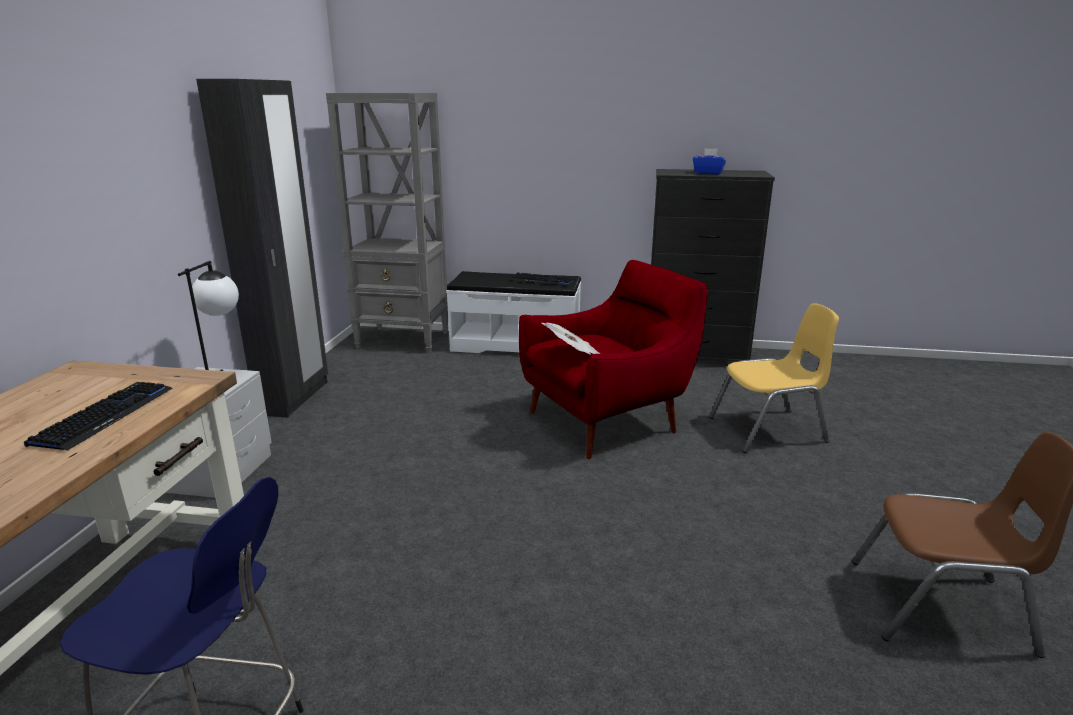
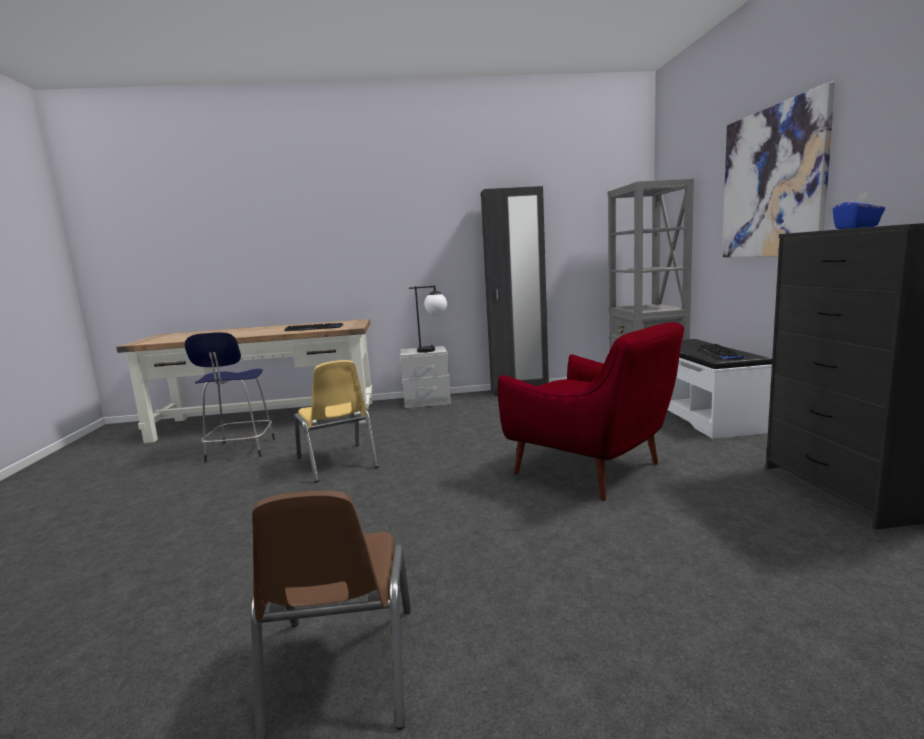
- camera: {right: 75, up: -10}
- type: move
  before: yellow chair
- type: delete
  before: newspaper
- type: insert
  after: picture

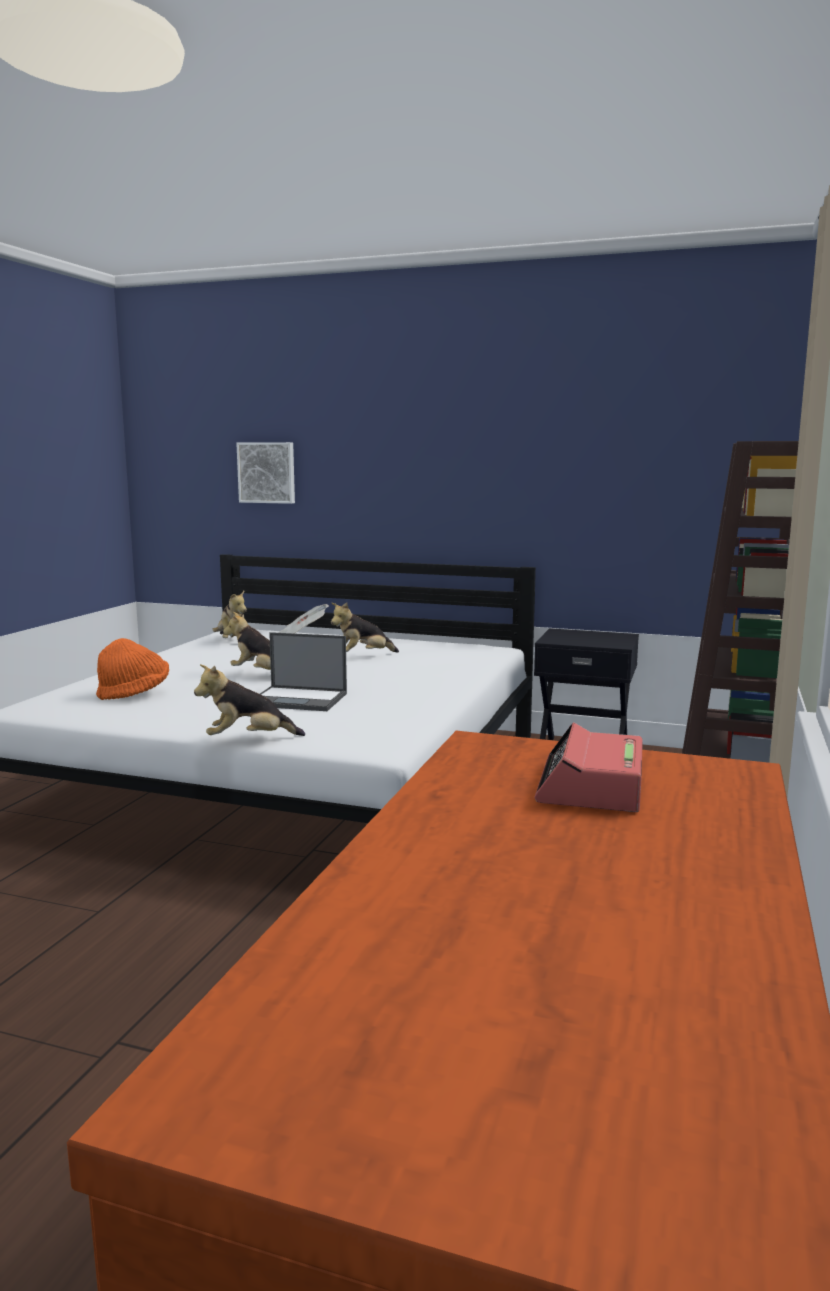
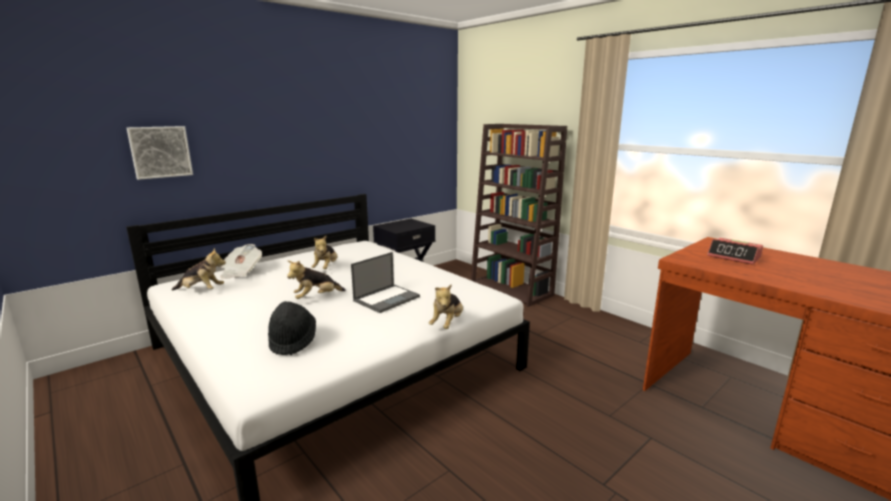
- camera: {right: -60, up: 5}
- type: recolor
  before: orange hat
  after: black hat

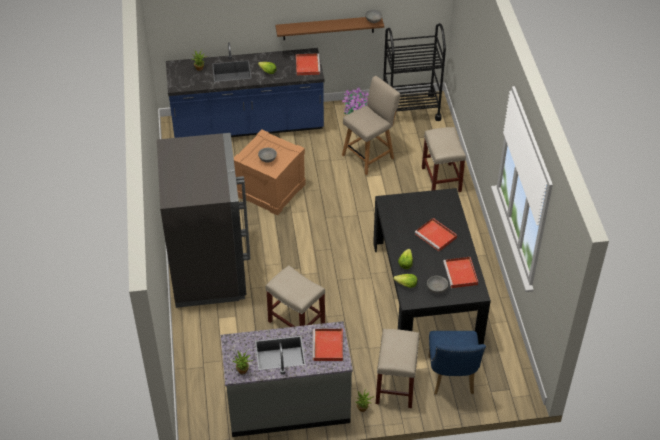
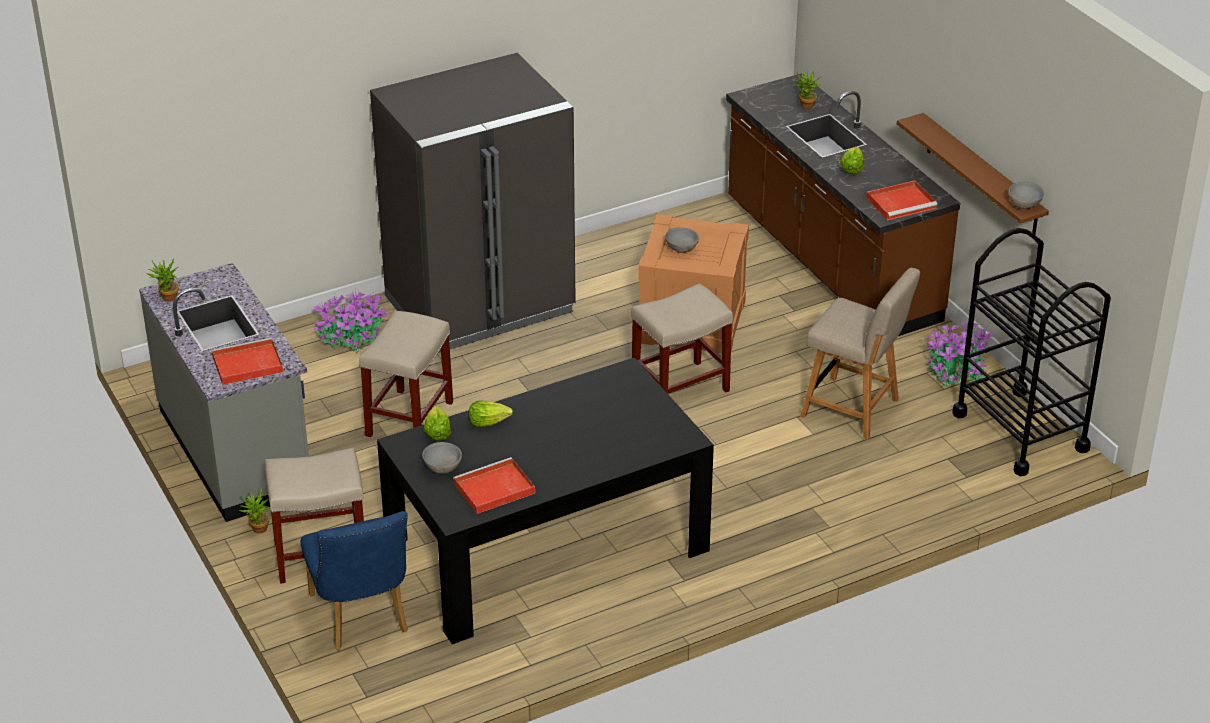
- camera: {right: 70, up: -10}
- type: recolor
  before: blue counter
  after: brown counter
- type: move
  before: beige stool (3rd from left)
- type: delete
  before: red tray (3rd from left)
- type: rotate
  before: blue chair
  turn: -90
- type: insert
  after: potted plant (3rd from left)

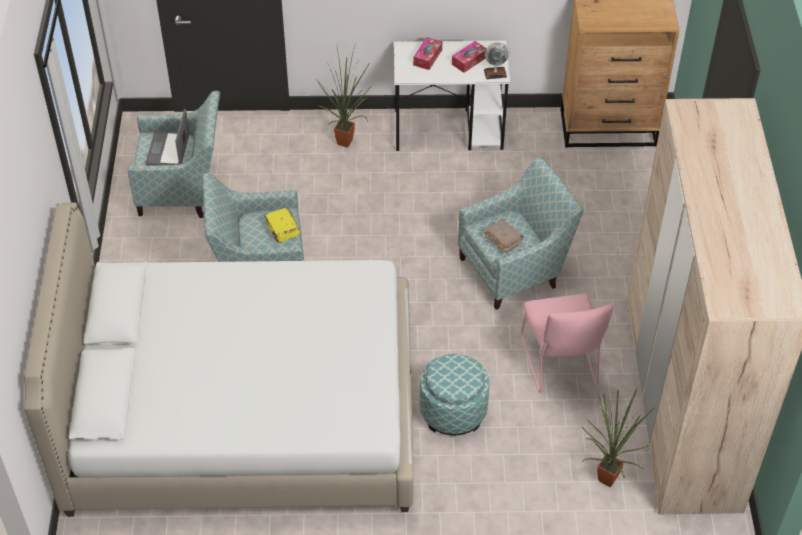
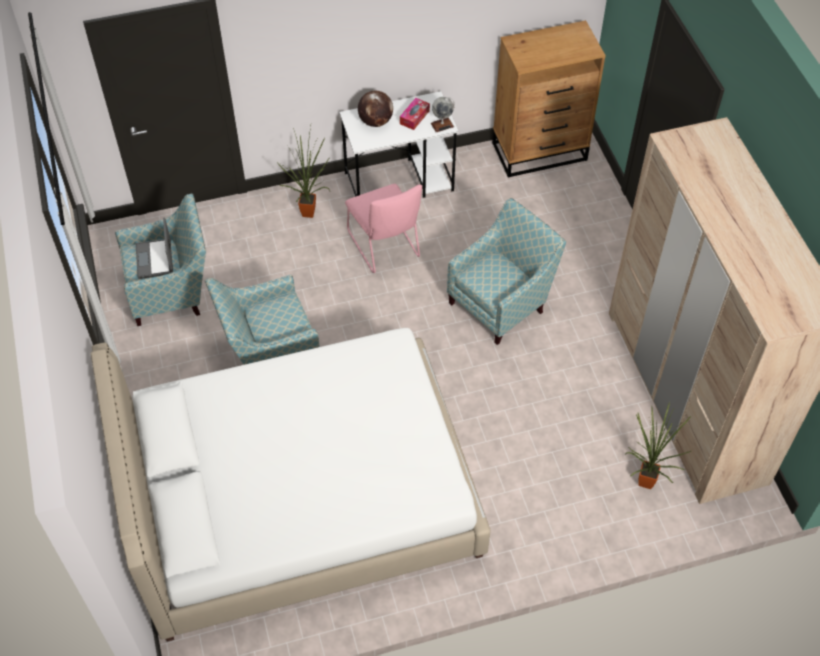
- camera: {right: -15, up: 5}
- type: replace
  before: tissue box (1st from left)
  after: globe (1st from left)
- type: delete
  before: yellow book
- type: delete
  before: brown book
- type: move
  before: pink chair
- type: delete
  before: ottoman

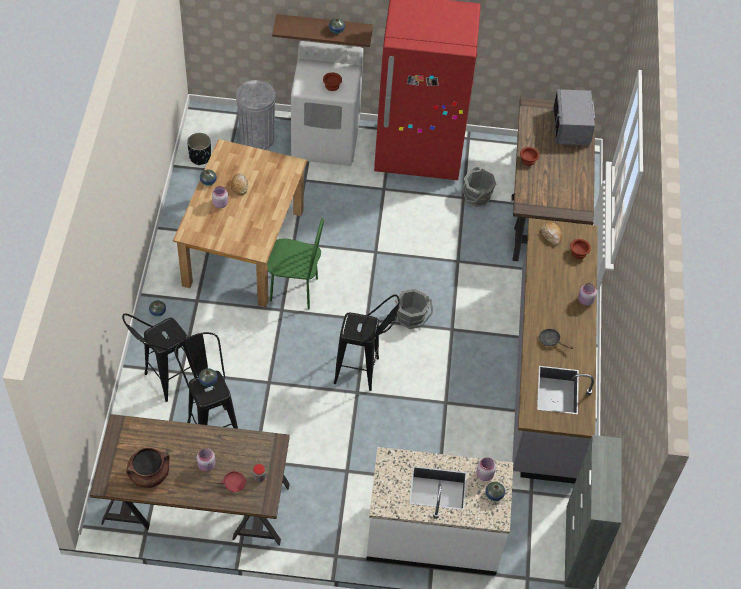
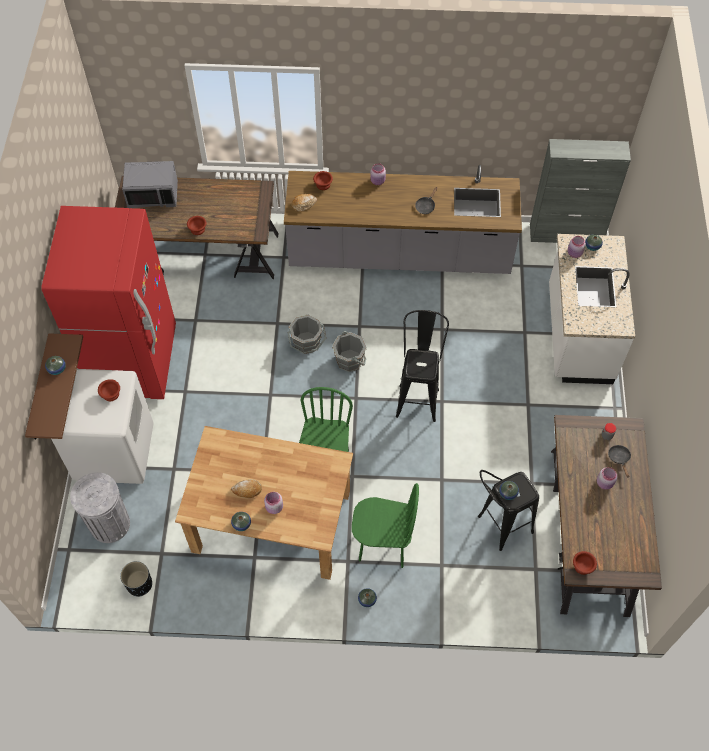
- camera: {right: -90, up: 5}
- type: move
  before: grey bucket (2nd from left in the first image)
  after: grey bucket (1st from left)
- type: delete
  before: black stool (1st from left)
- type: delete
  before: brown cooking pot
- type: recolor
  before: red frying pan
  after: black frying pan (2nd from left)
- type: insert
  after: green chair (2nd from left)
- type: insert
  after: brown bowl (4th from left)

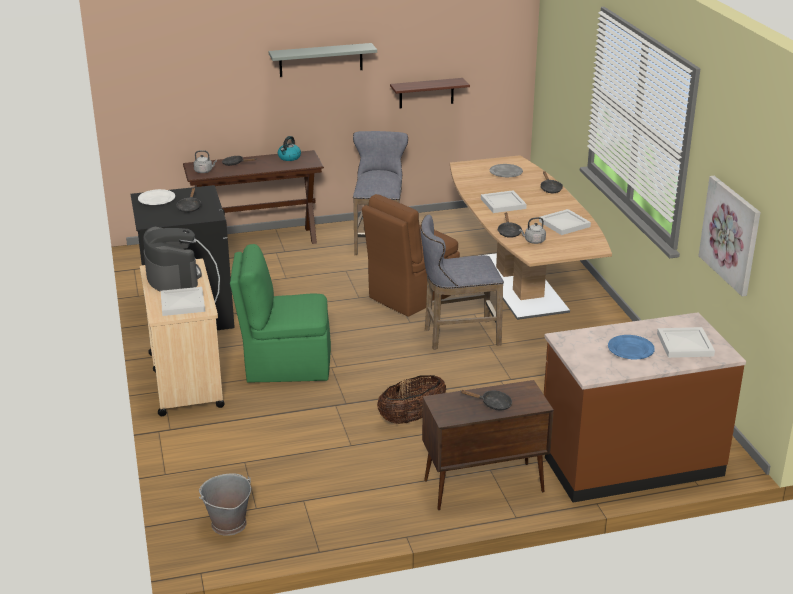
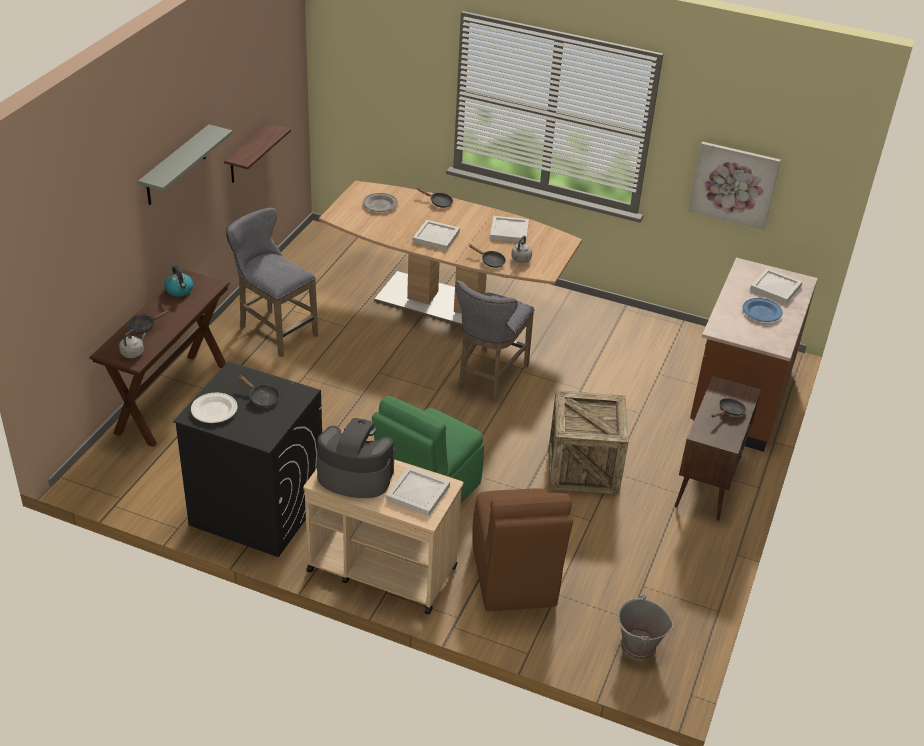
- camera: {right: -55, up: 10}
- type: move
  before: brown chair
- type: replace
  before: basket
  after: crate

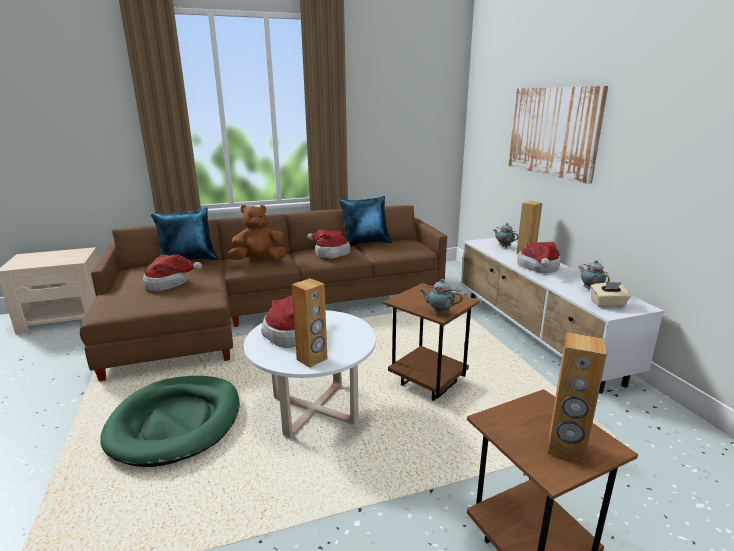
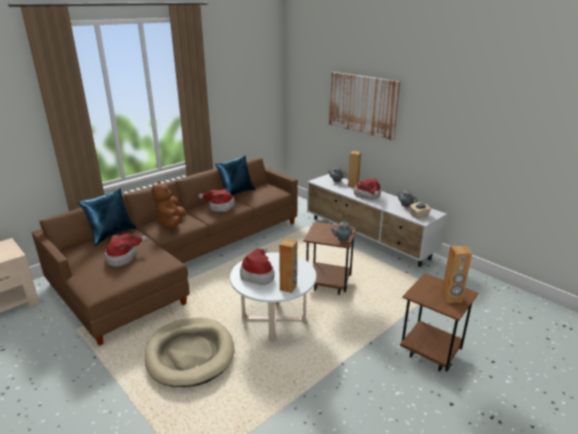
- camera: {right: -25, up: 5}
- type: rotate
  before: brown plush toy
  turn: -45
- type: recolor
  before: green dog bed
  after: beige dog bed

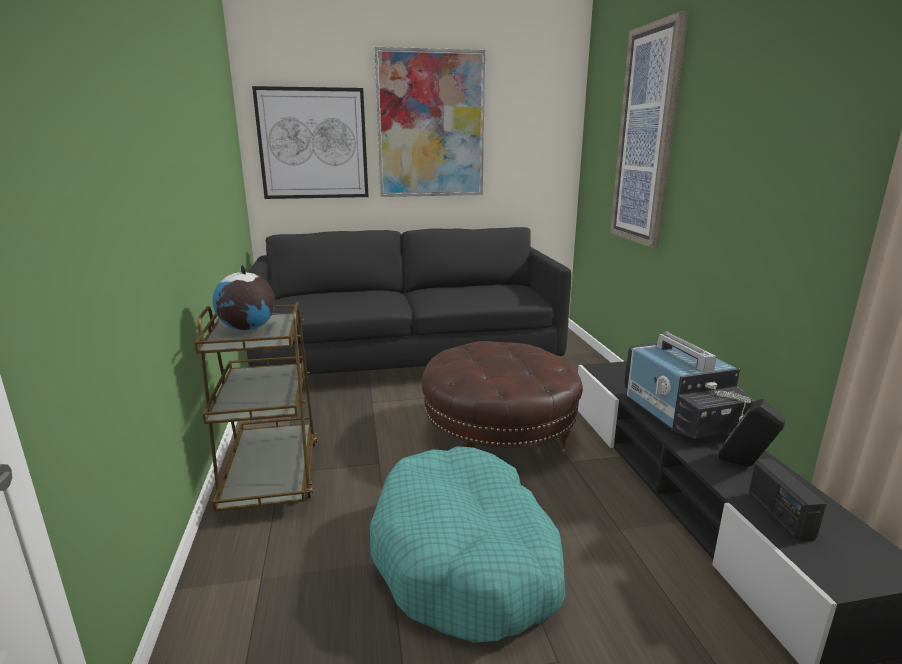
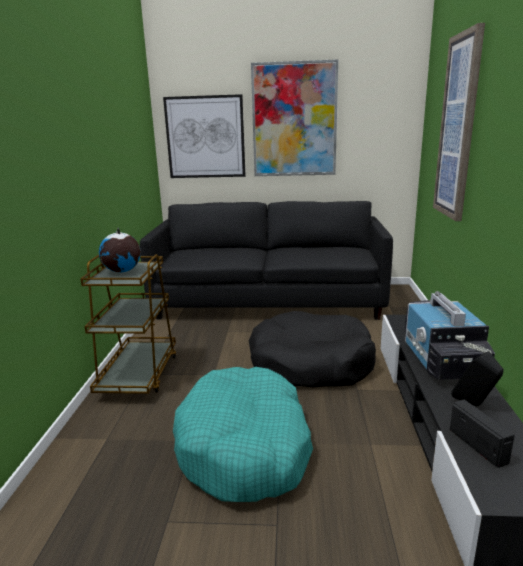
- camera: {right: 15, up: 0}
- type: replace
  before: brown ottoman
  after: black dog bed
- type: rotate
  before: radio
  turn: 150

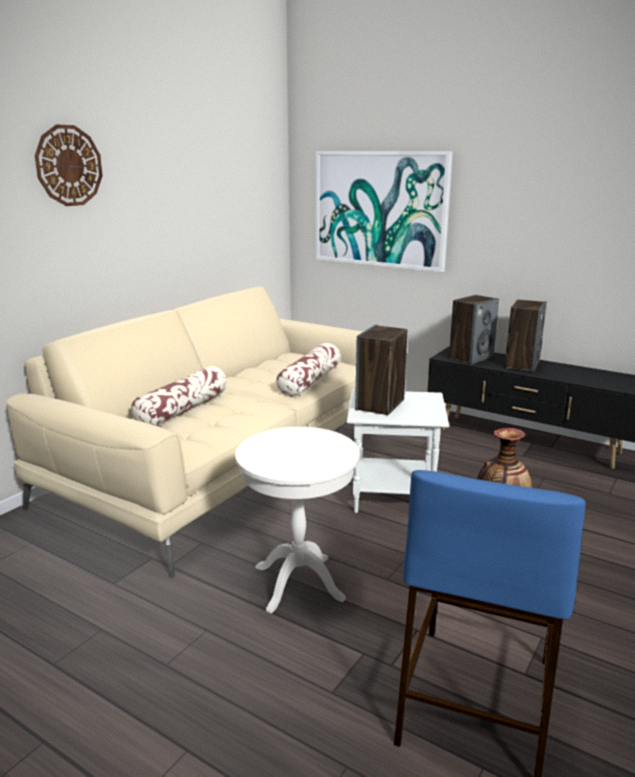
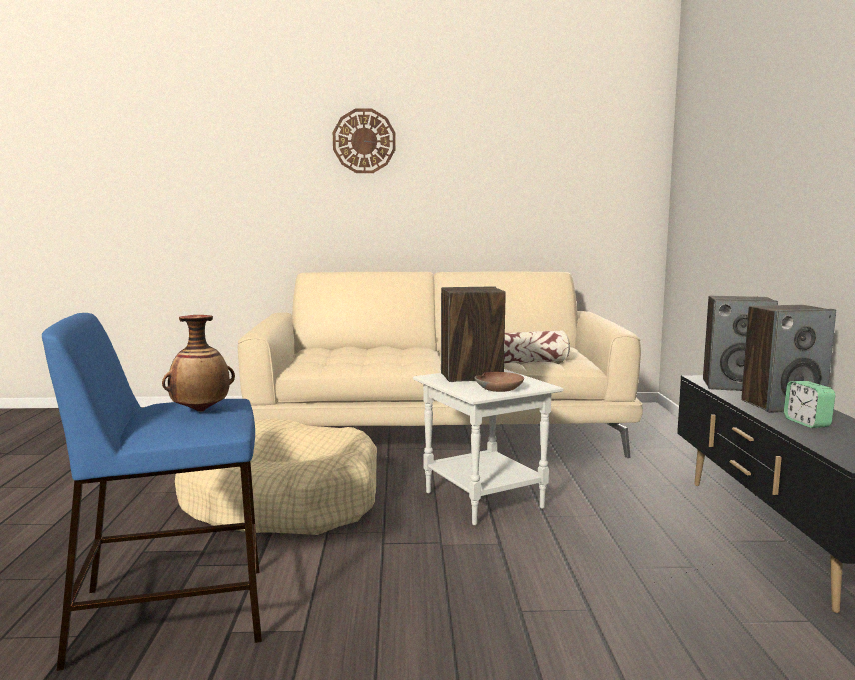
- camera: {right: 55, up: -10}
- type: delete
  before: picture
- type: delete
  before: pillow (1st from left)
- type: replace
  before: white side table (1st from left)
  after: beige dog bed
- type: insert
  after: brown bowl
- type: insert
  after: alarm clock

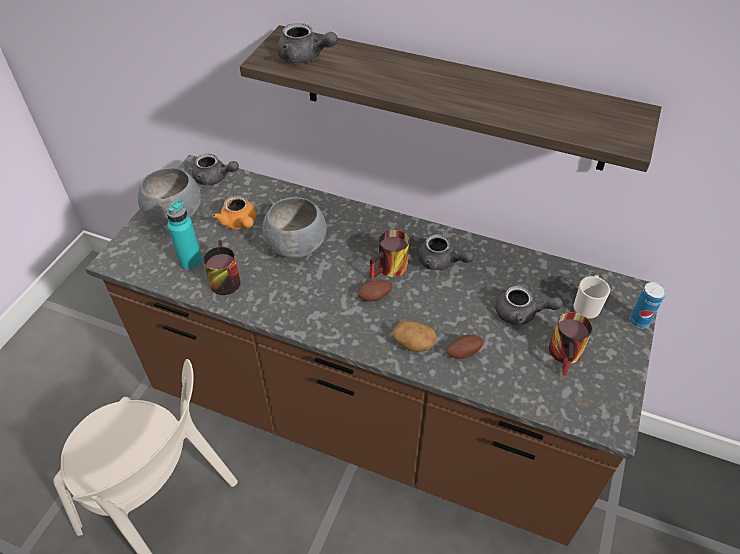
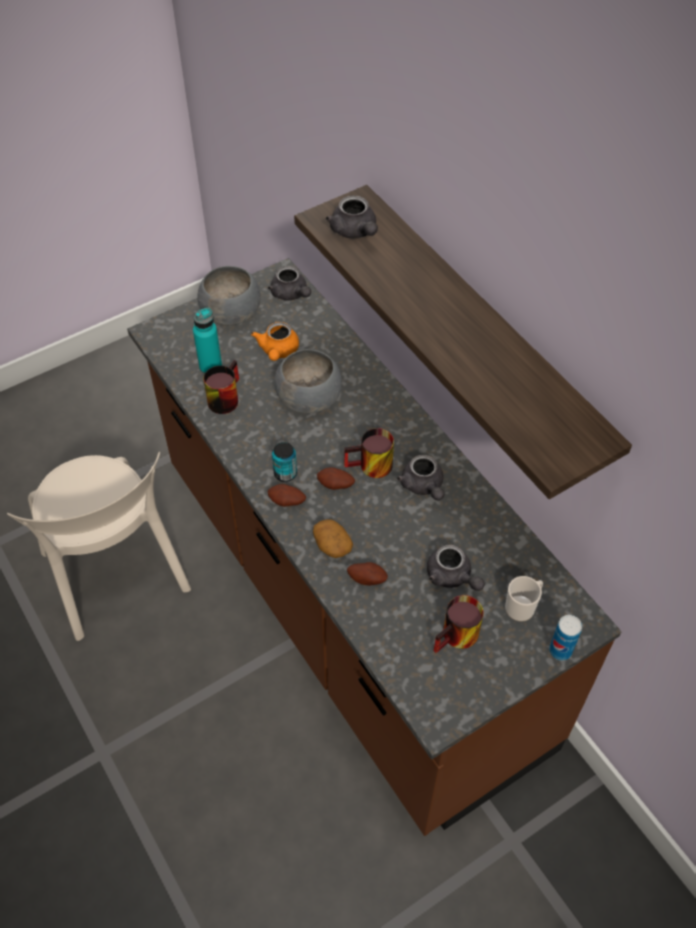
- camera: {right: 35, up: 5}
- type: insert
  after: can (1st from left)
- type: insert
  after: potato (1st from left)

